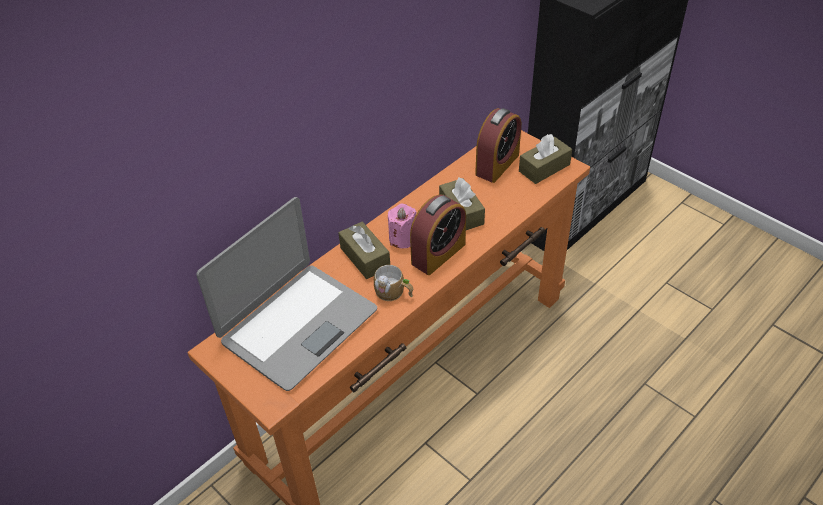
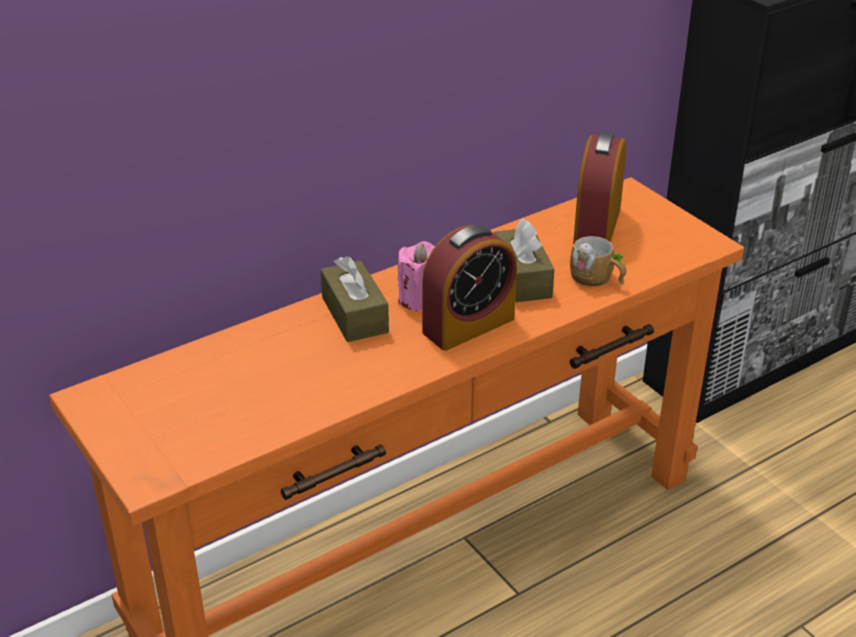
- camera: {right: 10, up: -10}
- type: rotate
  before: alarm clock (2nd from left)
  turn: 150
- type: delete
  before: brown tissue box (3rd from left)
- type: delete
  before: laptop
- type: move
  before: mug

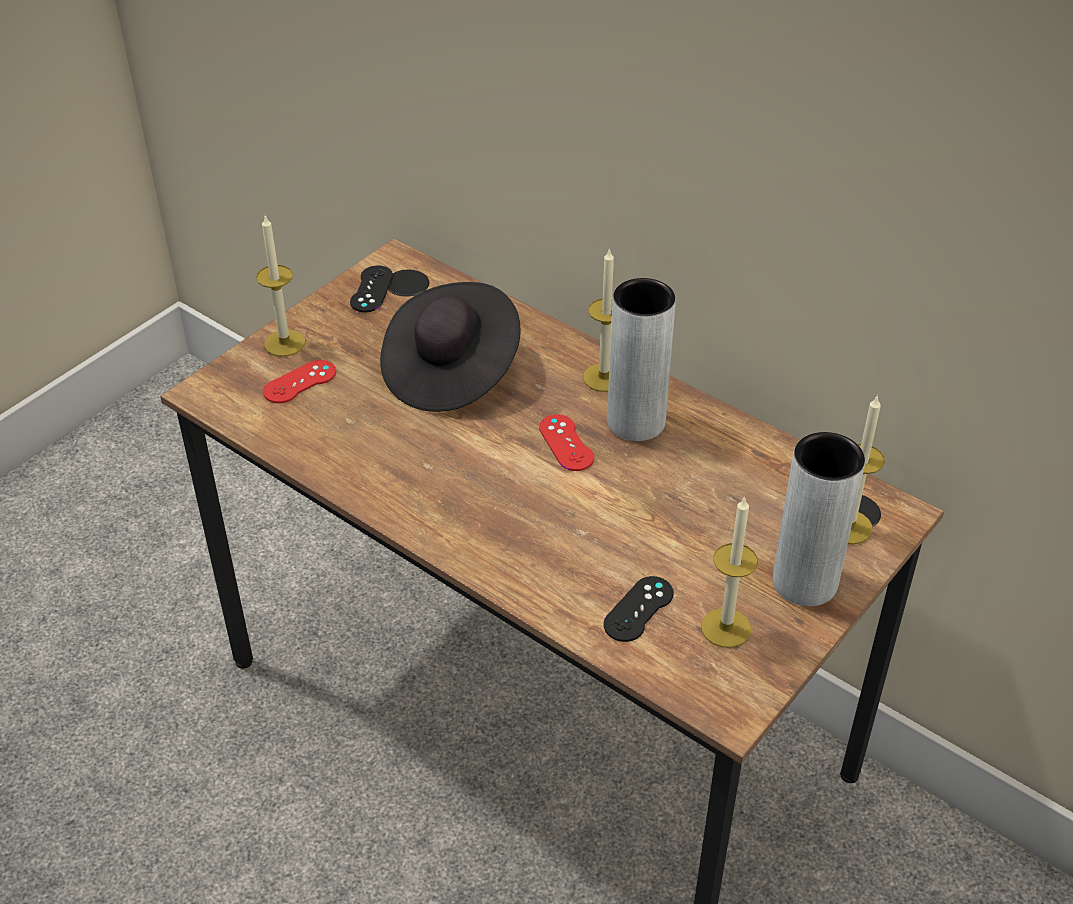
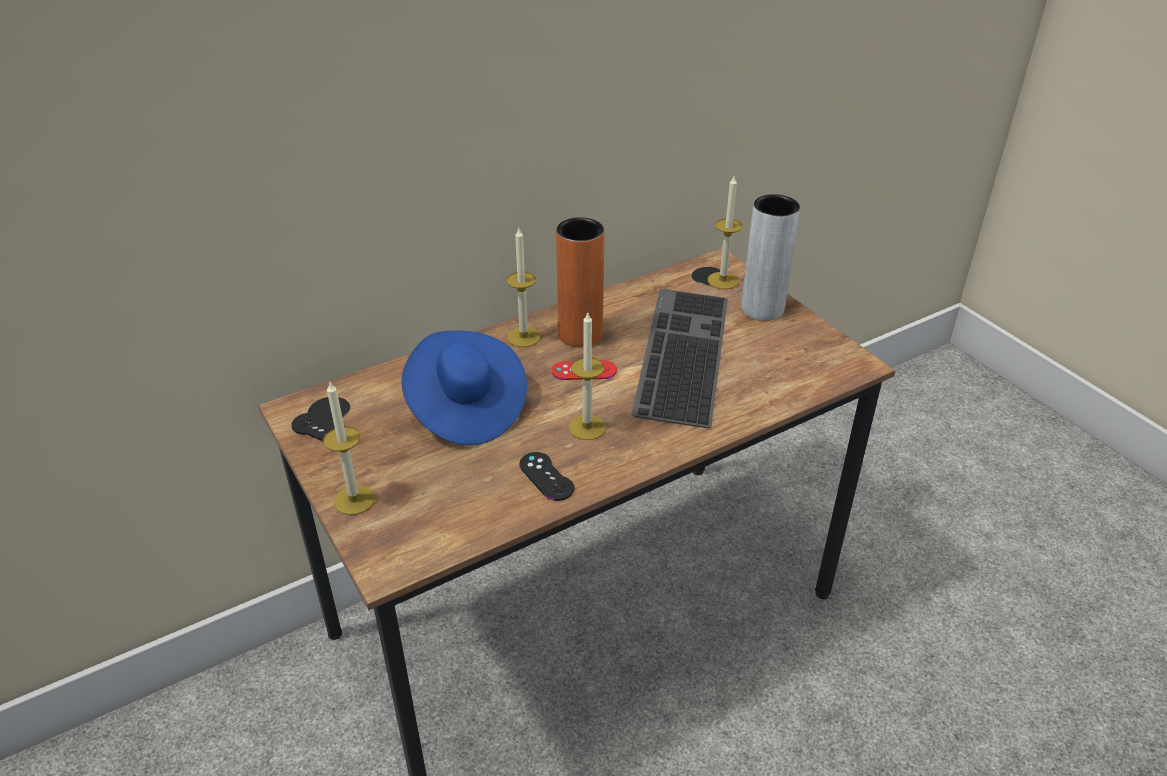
- camera: {right: -70, up: -5}
- type: recolor
  before: grey vase (1st from left)
  after: orange vase
- type: recolor
  before: black hat
  after: blue hat
- type: delete
  before: red game controller (1st from left)
- type: move
  before: candle (3rd from left)
- type: move
  before: black game controller (2nd from left)
- type: insert
  after: keyboard

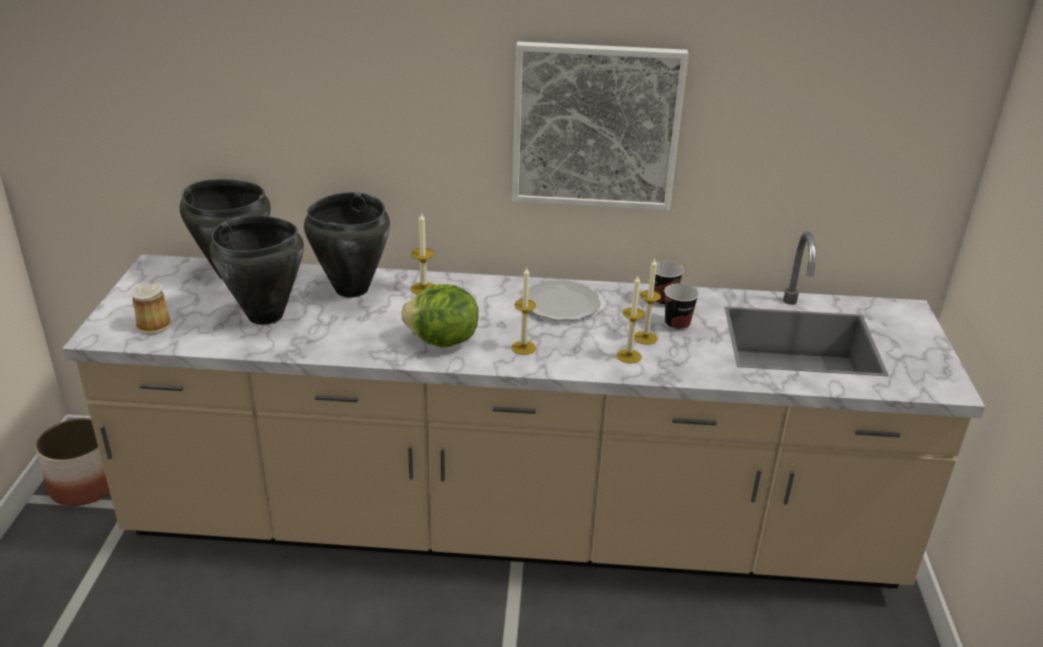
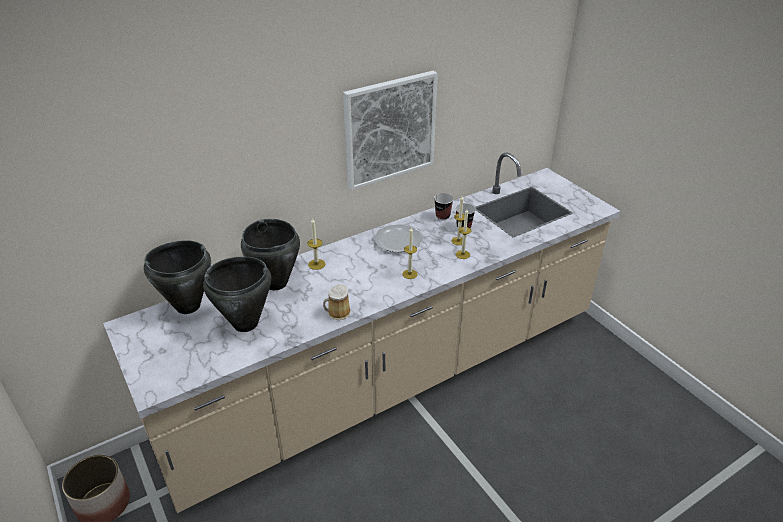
- camera: {right: -35, up: 5}
- type: move
  before: mug
- type: delete
  before: lettuce

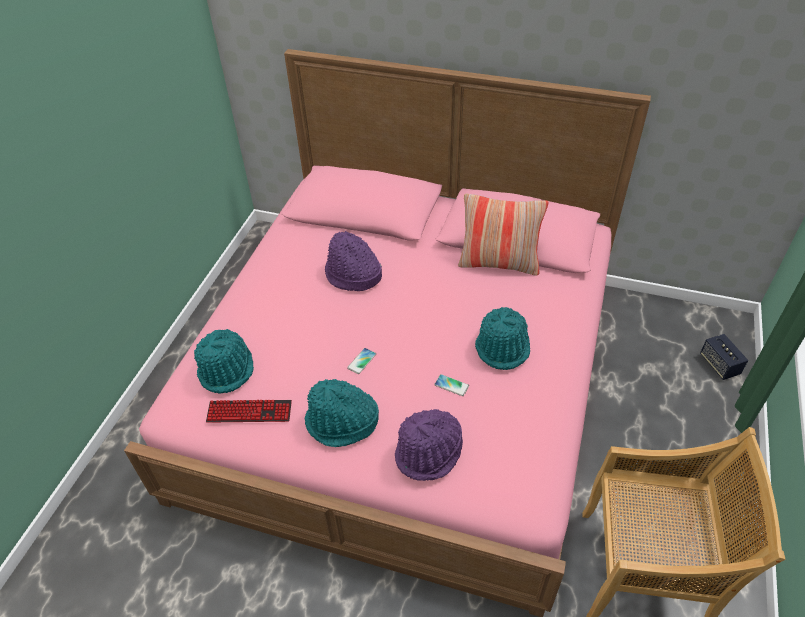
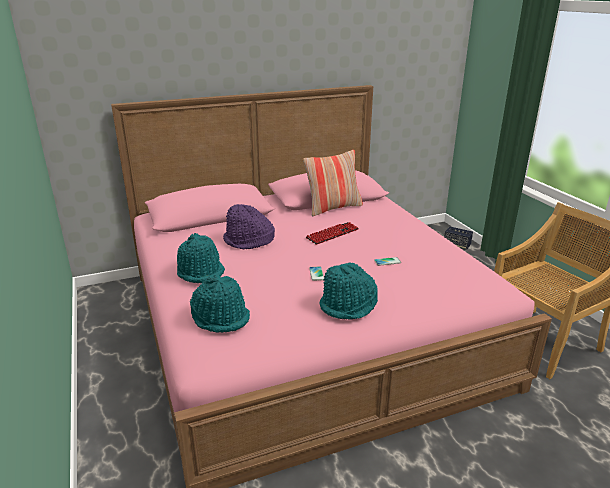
- camera: {right: -40, up: -20}
- type: move
  before: turquoise hat (3rd from left in the first image)
  after: turquoise hat (1st from left)
- type: move
  before: keyboard
- type: delete
  before: purple hat (2nd from left)

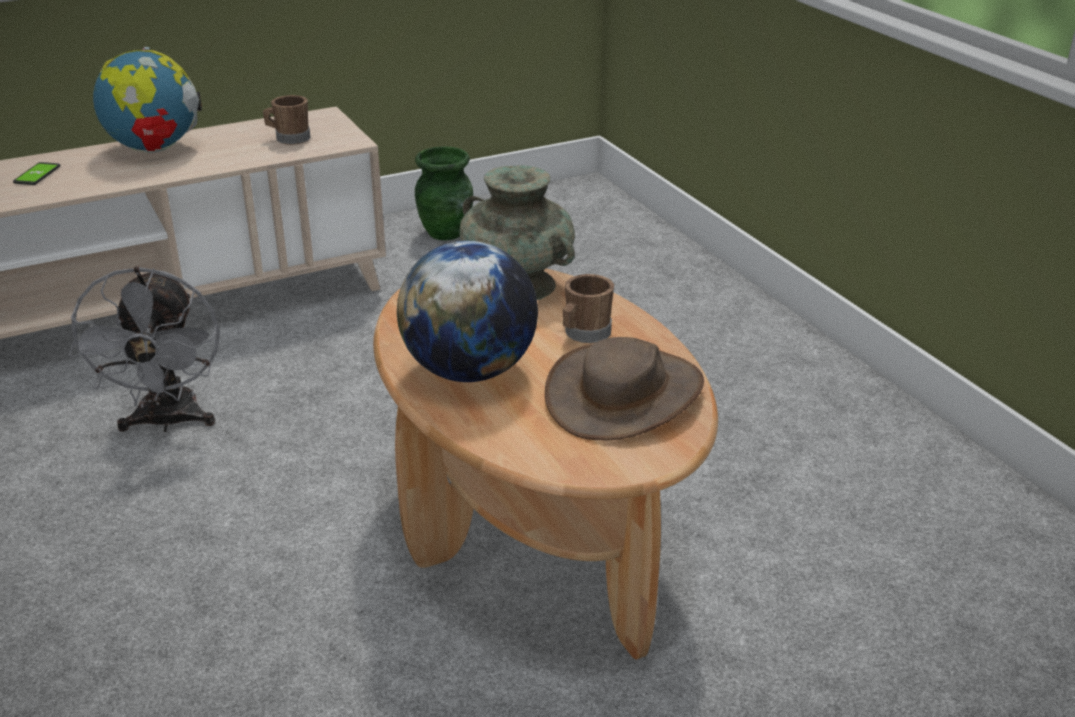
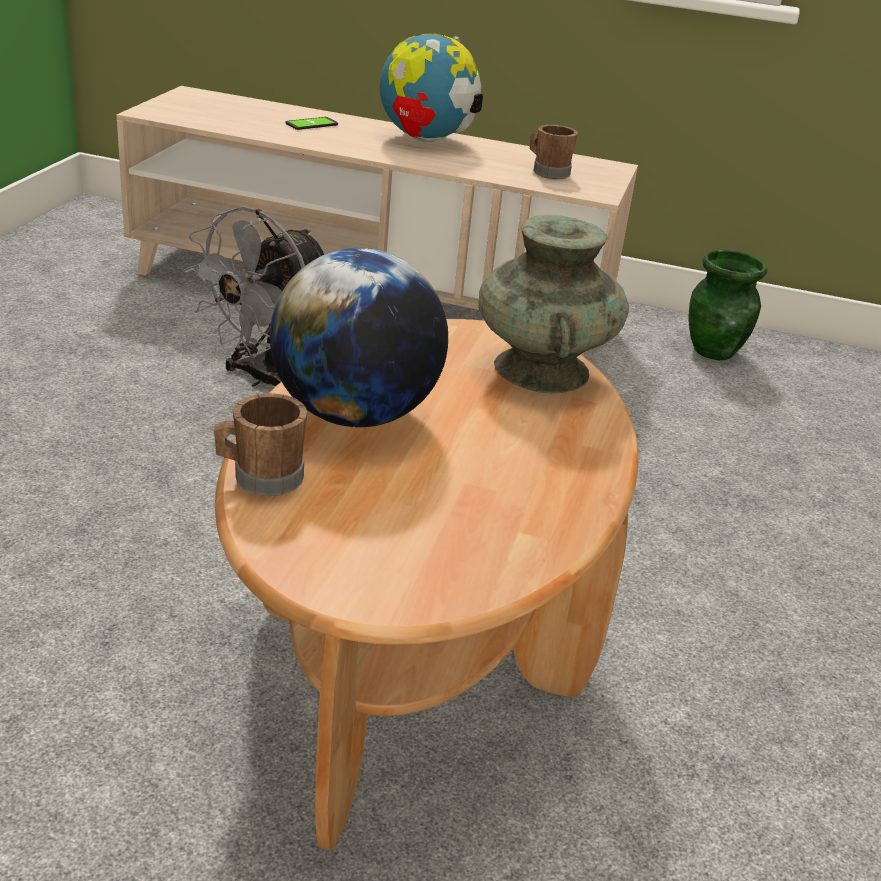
- camera: {right: 40, up: 0}
- type: move
  before: brown mug (2nd from left in the first image)
  after: brown mug (1st from left)
- type: delete
  before: brown hat

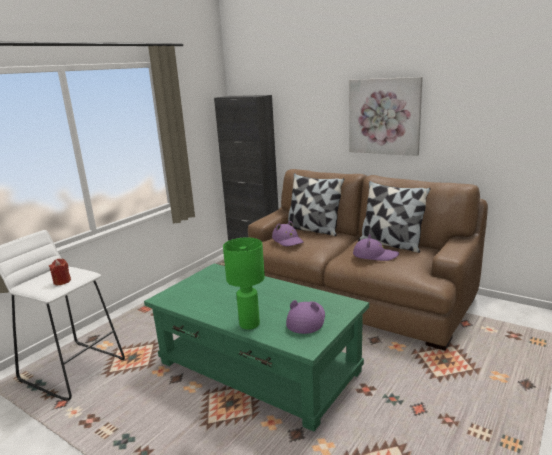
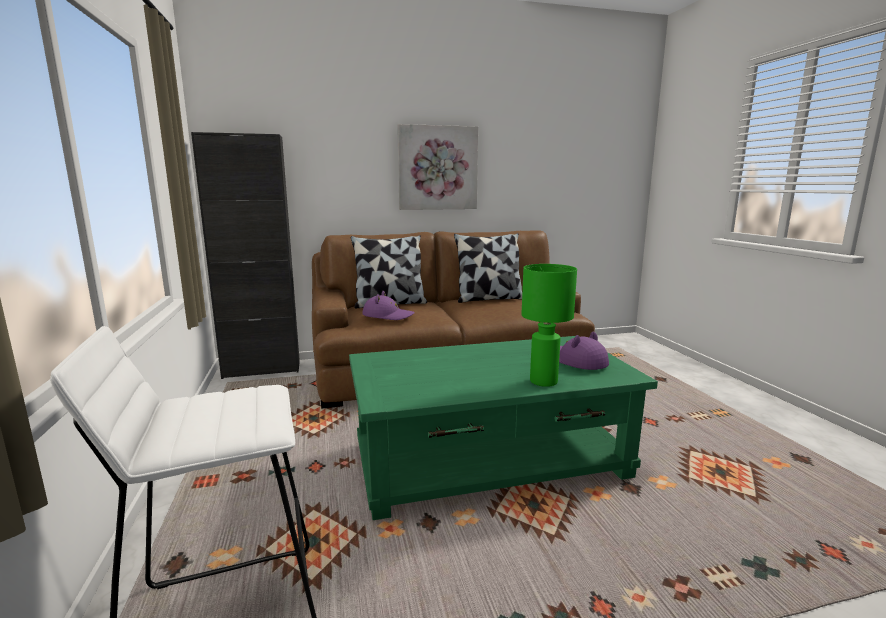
- camera: {right: -50, up: -5}
- type: delete
  before: purple hat (3rd from left)
- type: delete
  before: red candle

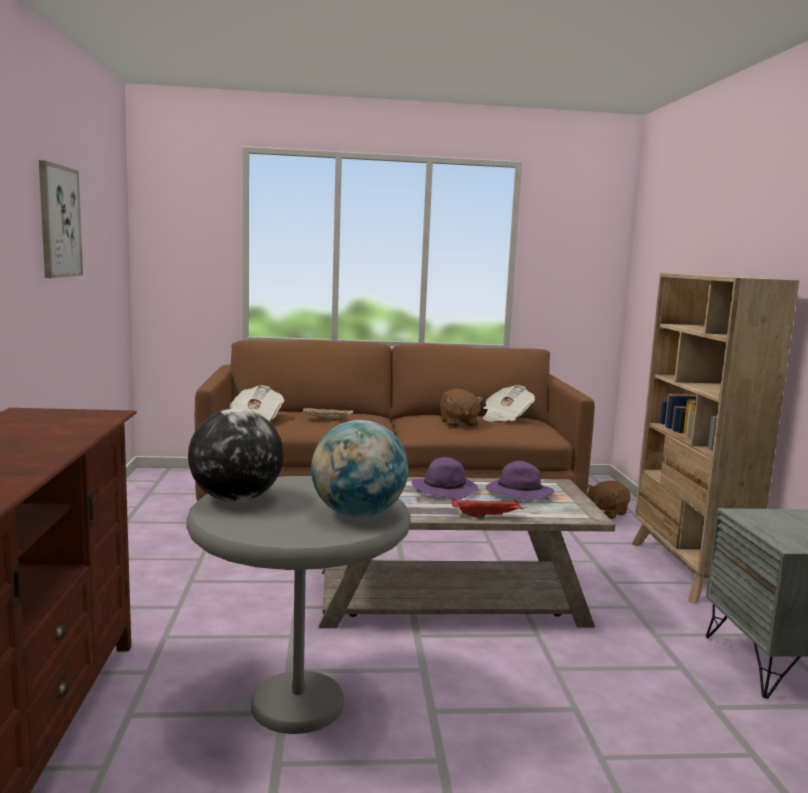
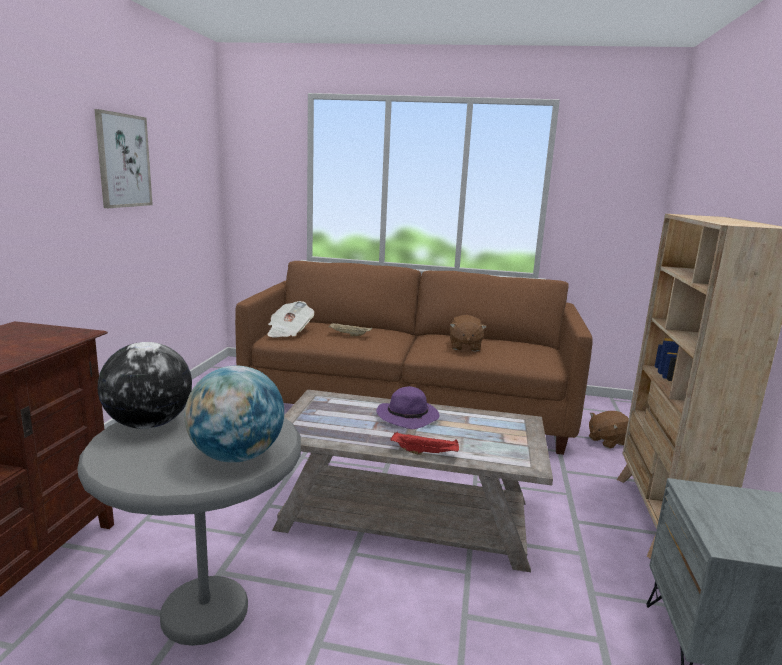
- camera: {right: 15, up: 5}
- type: delete
  before: newspaper (2nd from left)
- type: delete
  before: purple hat (2nd from left)

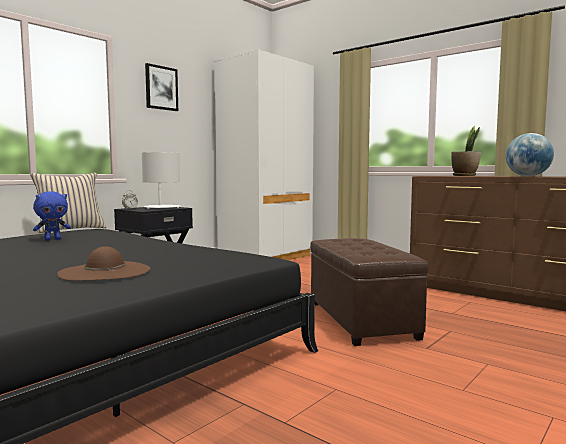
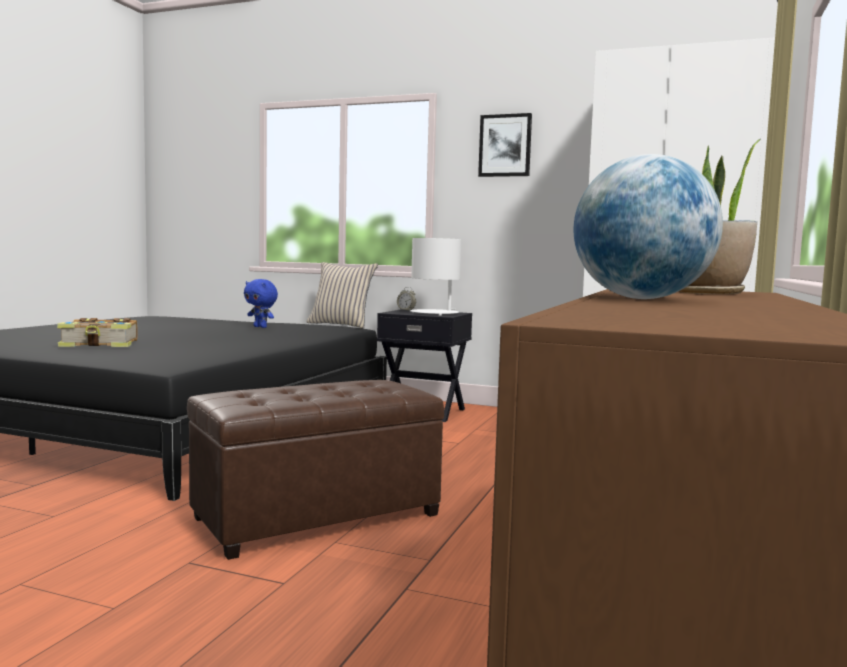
- camera: {right: 70, up: 0}
- type: replace
  before: brown hat
  after: book

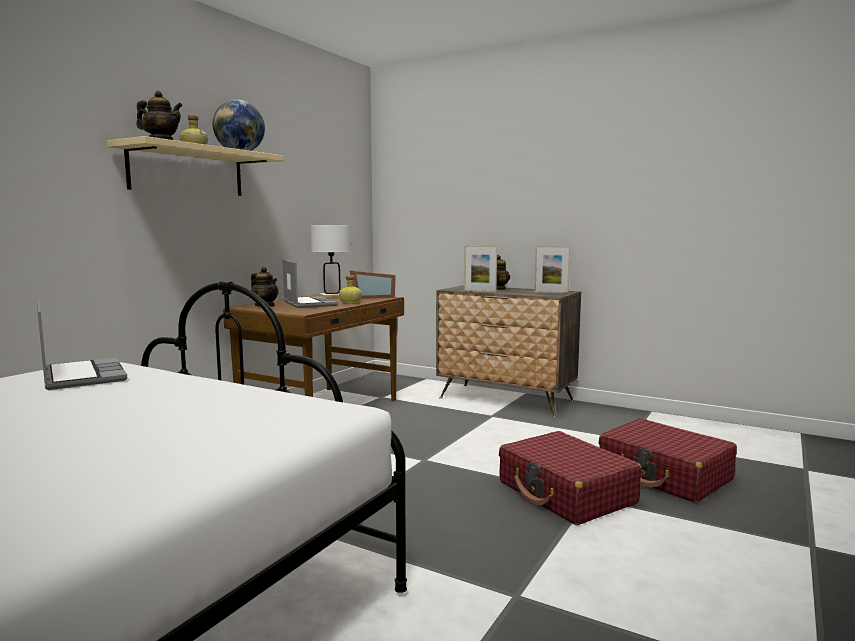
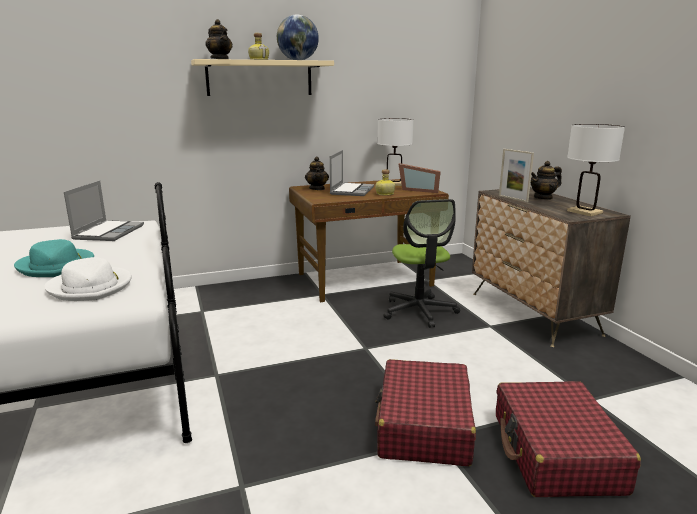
- camera: {right: 40, up: 10}
- type: replace
  before: picture frame (3rd from left)
  after: white table lamp (2nd from left)
- type: insert
  after: office chair
- type: insert
  after: turquoise hat
- type: insert
  after: white hat

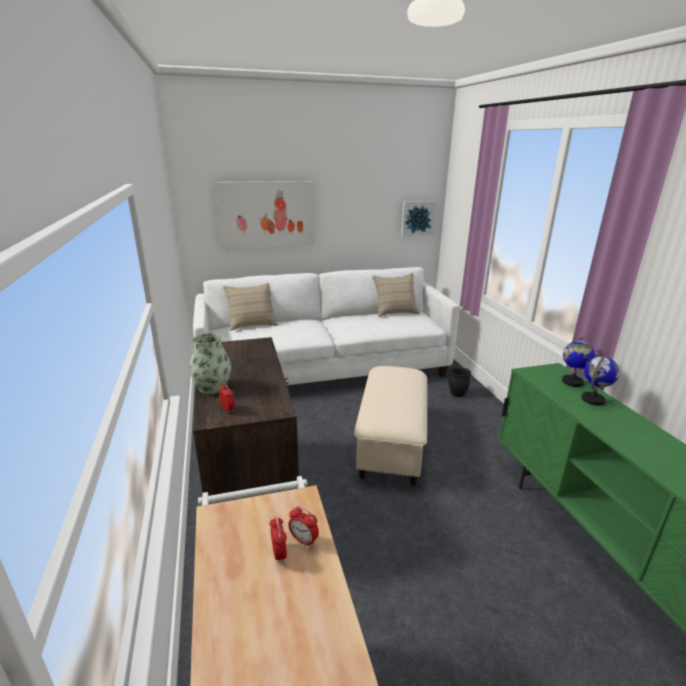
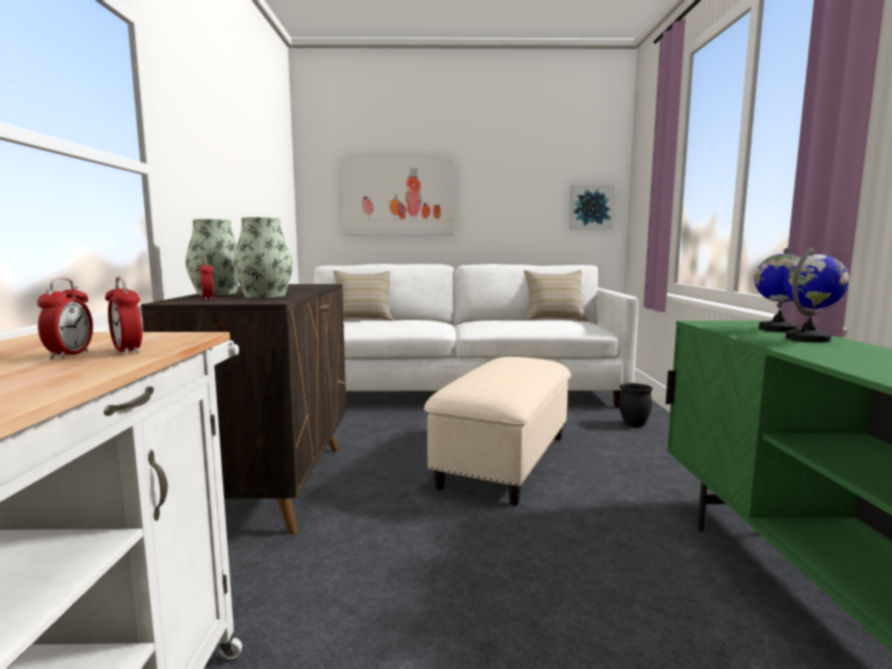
- camera: {right: 15, up: -15}
- type: insert
  after: vase (2nd from left)

